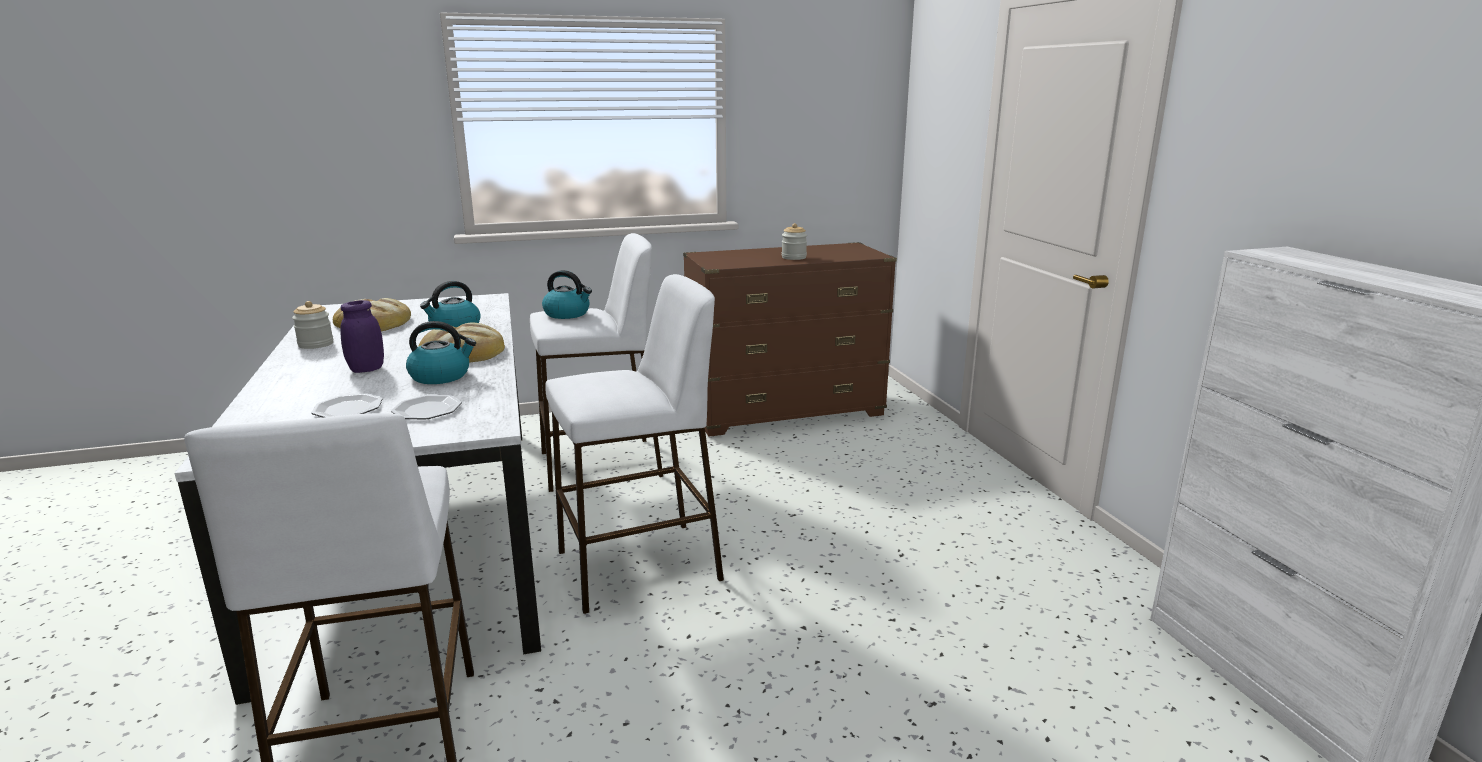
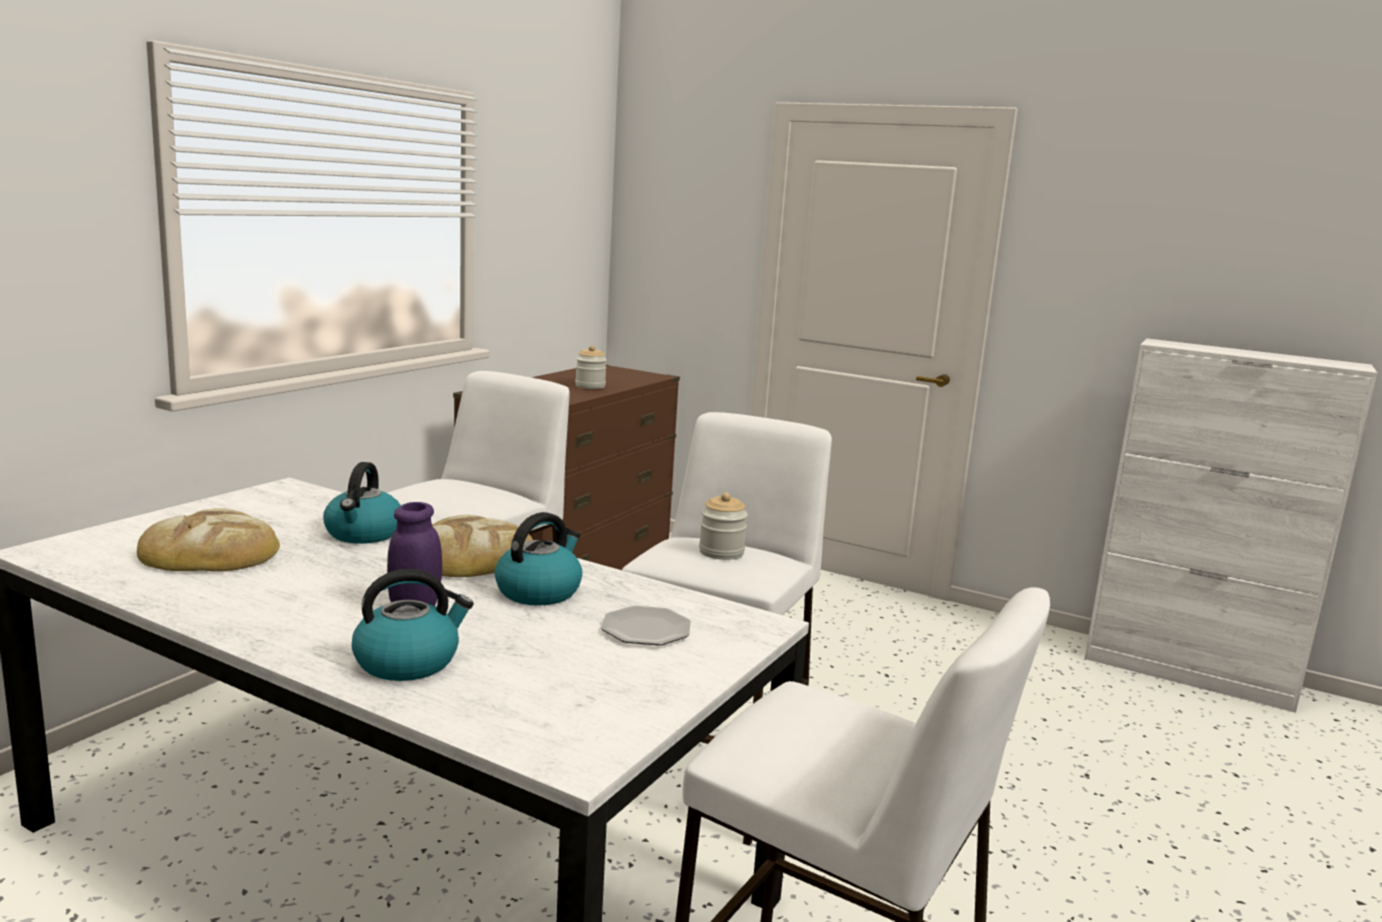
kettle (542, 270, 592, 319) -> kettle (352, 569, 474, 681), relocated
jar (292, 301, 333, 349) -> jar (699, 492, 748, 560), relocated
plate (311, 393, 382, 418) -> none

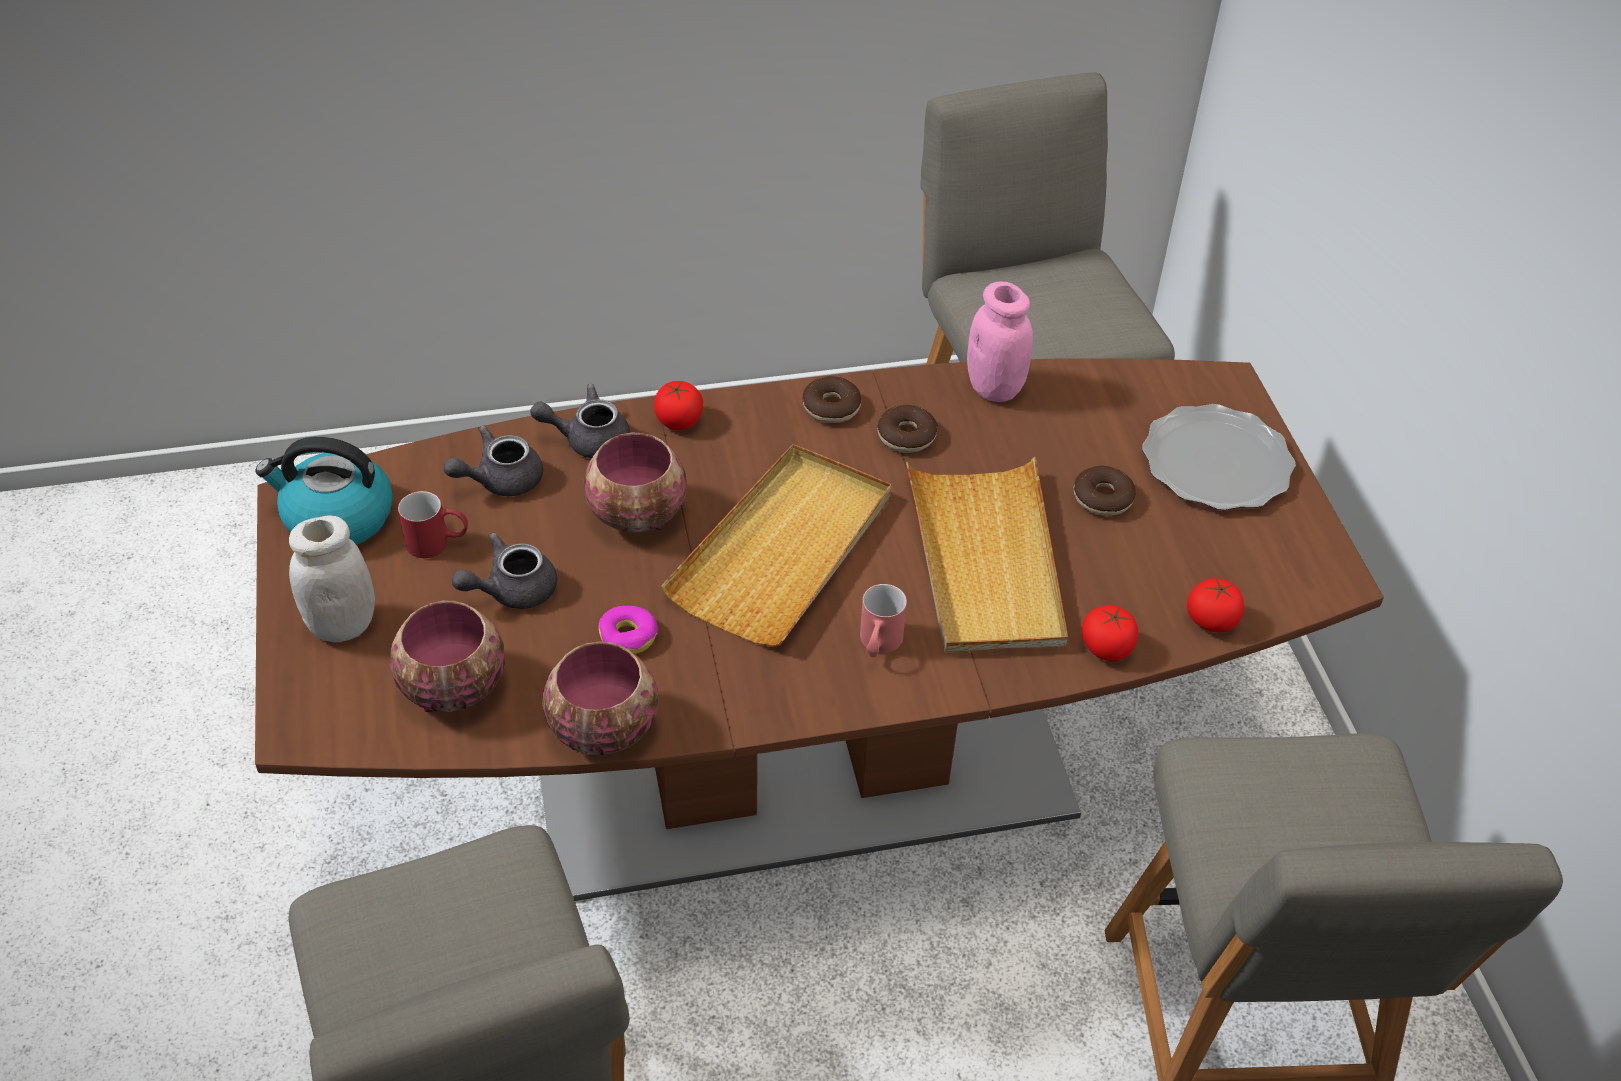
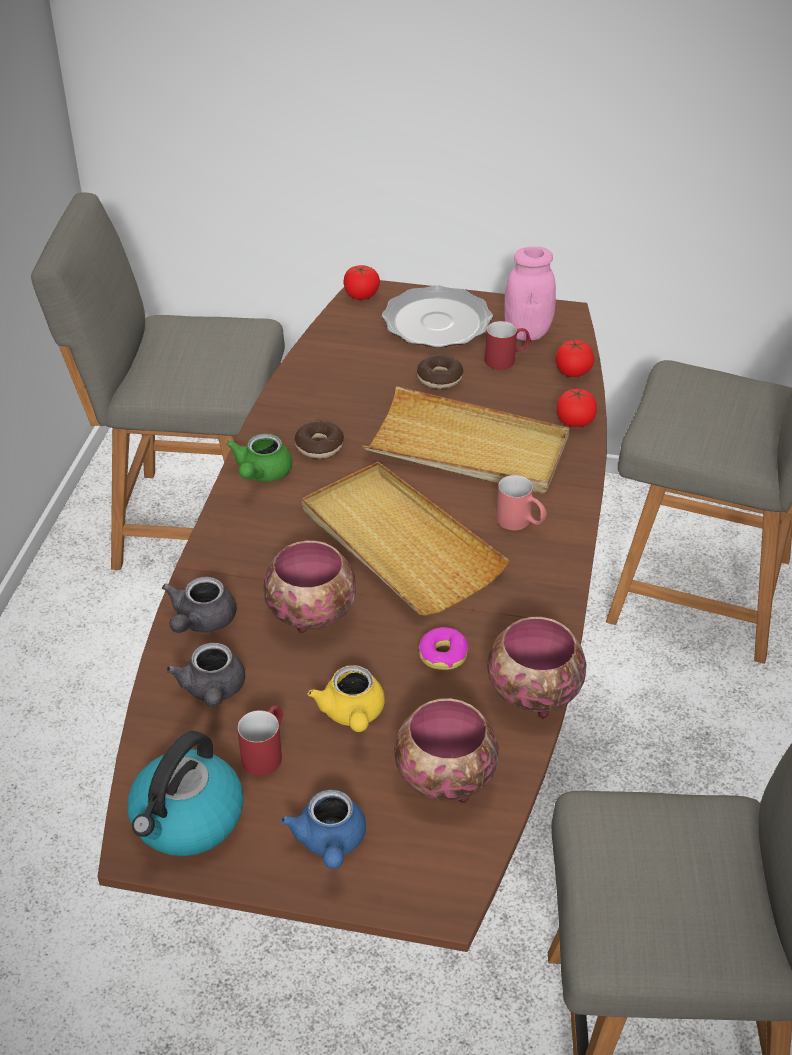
donut (803, 376, 861, 423) -> green teapot (226, 433, 292, 482)
white jar (289, 515, 375, 642) -> blue teapot (281, 790, 366, 869)
grey teapot (452, 532, 557, 609) -> yellow teapot (308, 665, 385, 732)
tomato (654, 381, 703, 430) -> tomato (344, 265, 380, 300), relocated
none -> red mug (485, 321, 531, 370)
pink jar (967, 282, 1033, 402) -> pink jar (504, 247, 556, 341), relocated

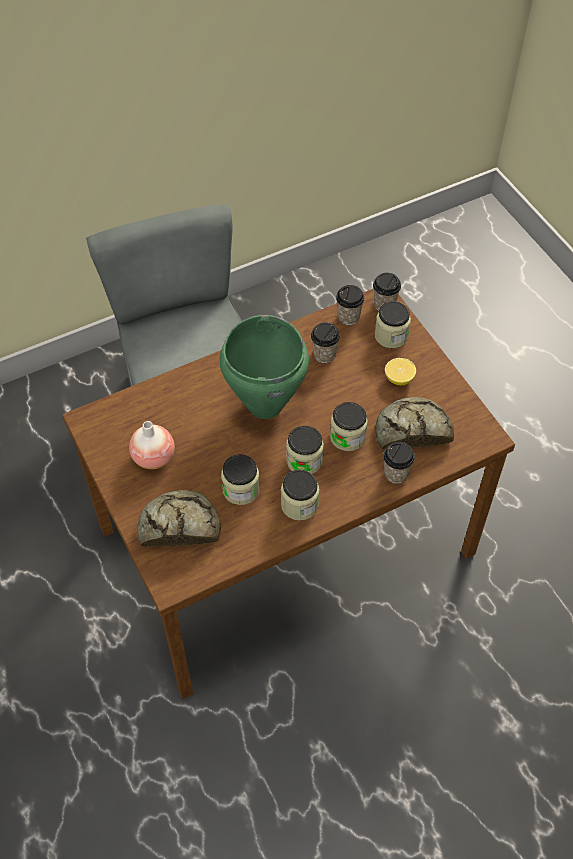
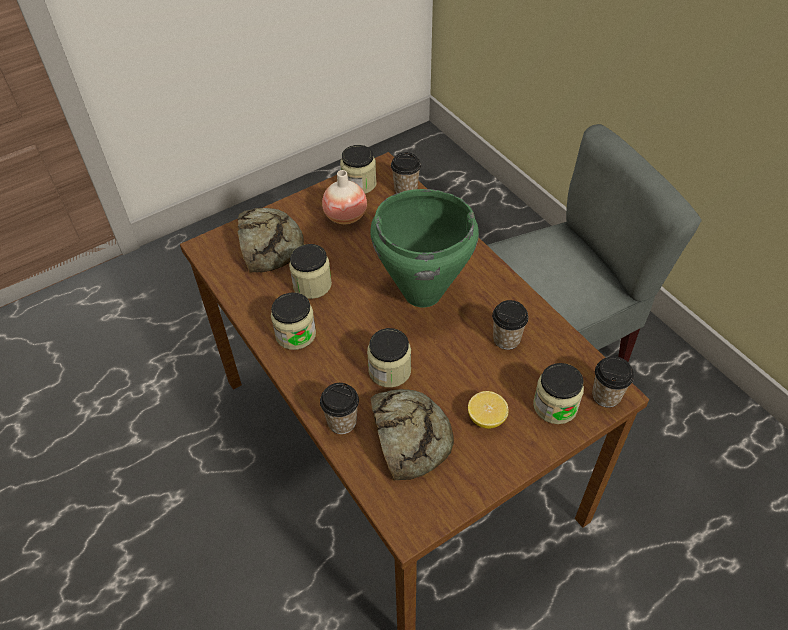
jar (286, 426, 324, 474) -> jar (340, 145, 377, 194), relocated
cup (336, 285, 365, 325) -> cup (391, 152, 421, 193), relocated

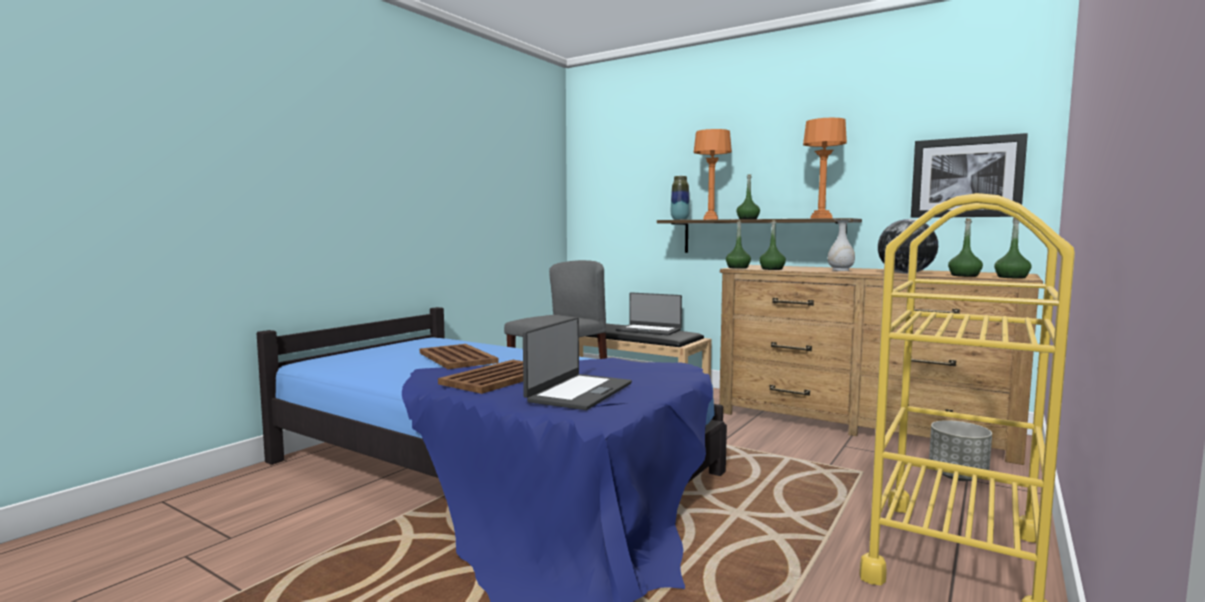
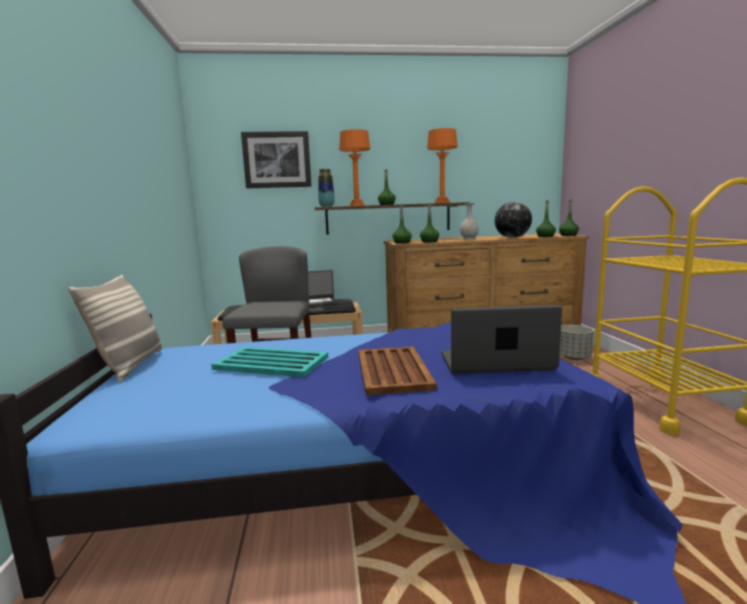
none -> pillow (68, 275, 162, 382)
brown tray (420, 344, 499, 369) -> turquoise tray (211, 347, 328, 378)
picture (911, 133, 1028, 218) -> picture (241, 131, 312, 188), relocated
laptop (523, 317, 632, 410) -> laptop (441, 305, 562, 374), 75 degrees counterclockwise

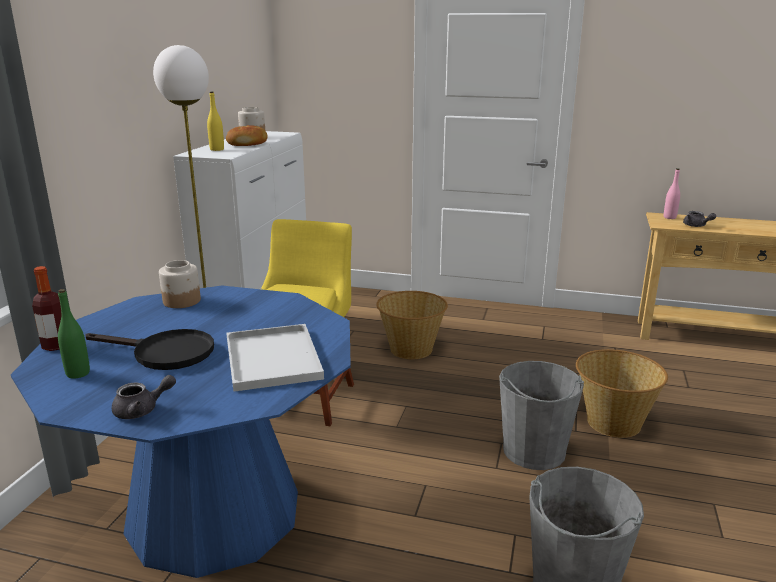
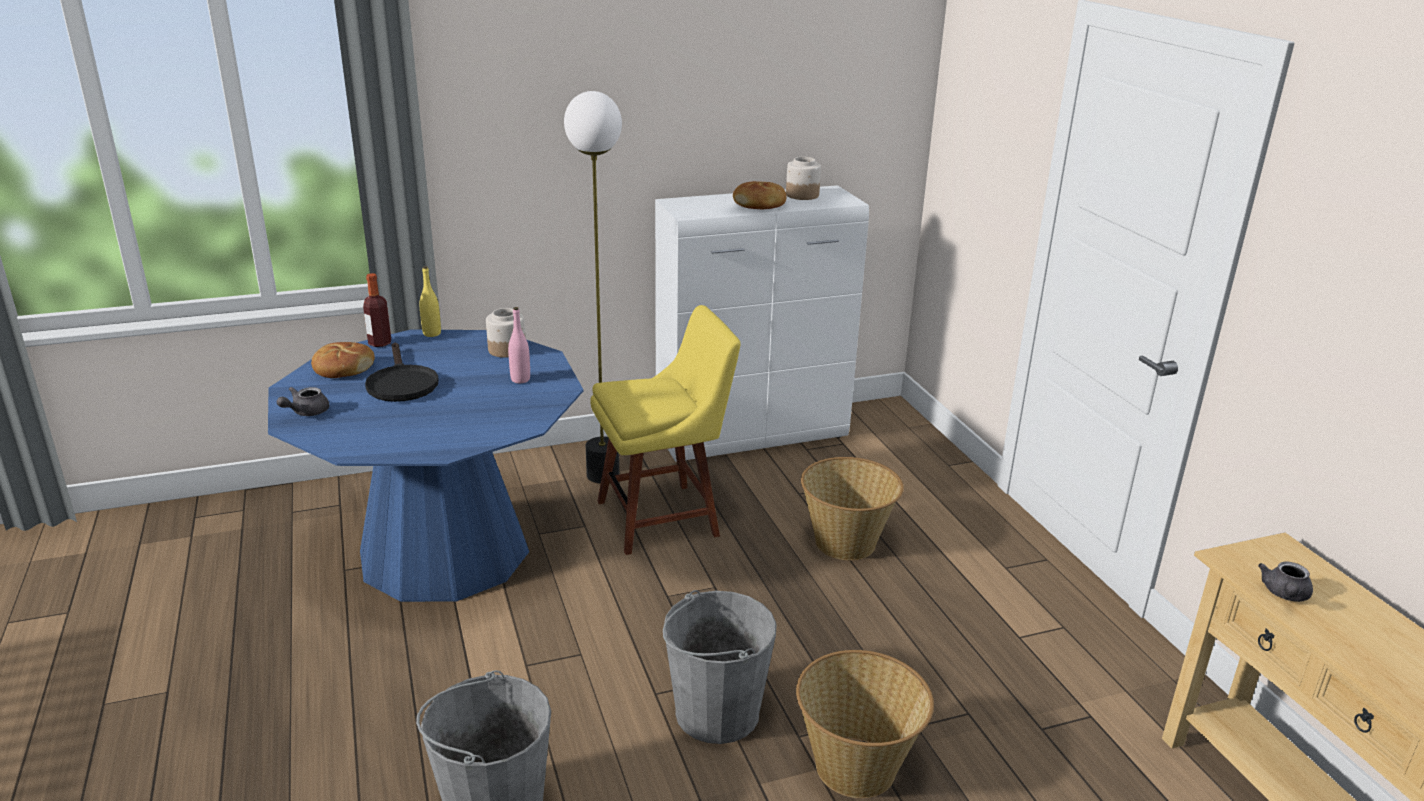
grey teapot (112, 375, 176, 419) -> grey teapot (277, 387, 329, 416), 90 degrees clockwise
green bottle (58, 289, 90, 379) -> bread (311, 342, 375, 378)
yellow bottle (207, 92, 224, 151) -> yellow bottle (419, 266, 441, 337), relocated
pink bottle (664, 168, 680, 219) -> pink bottle (508, 307, 530, 383), relocated
white tray (226, 324, 324, 392) -> none

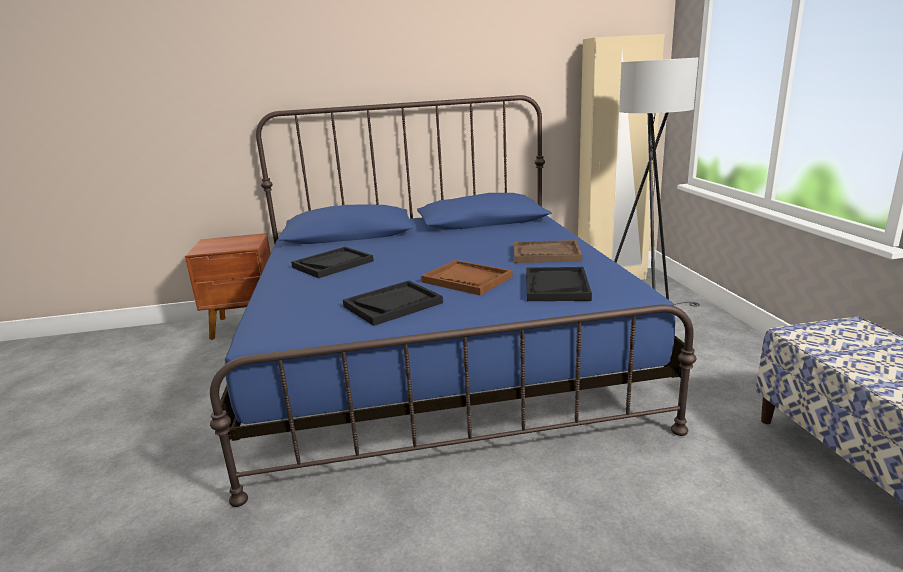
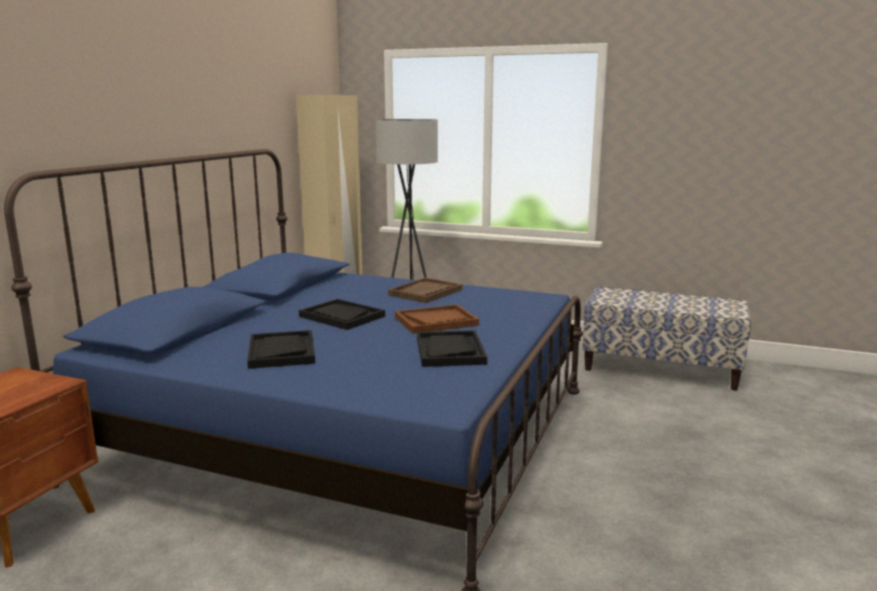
black tray (526, 267, 592, 301) -> black tray (299, 299, 385, 330), relocated

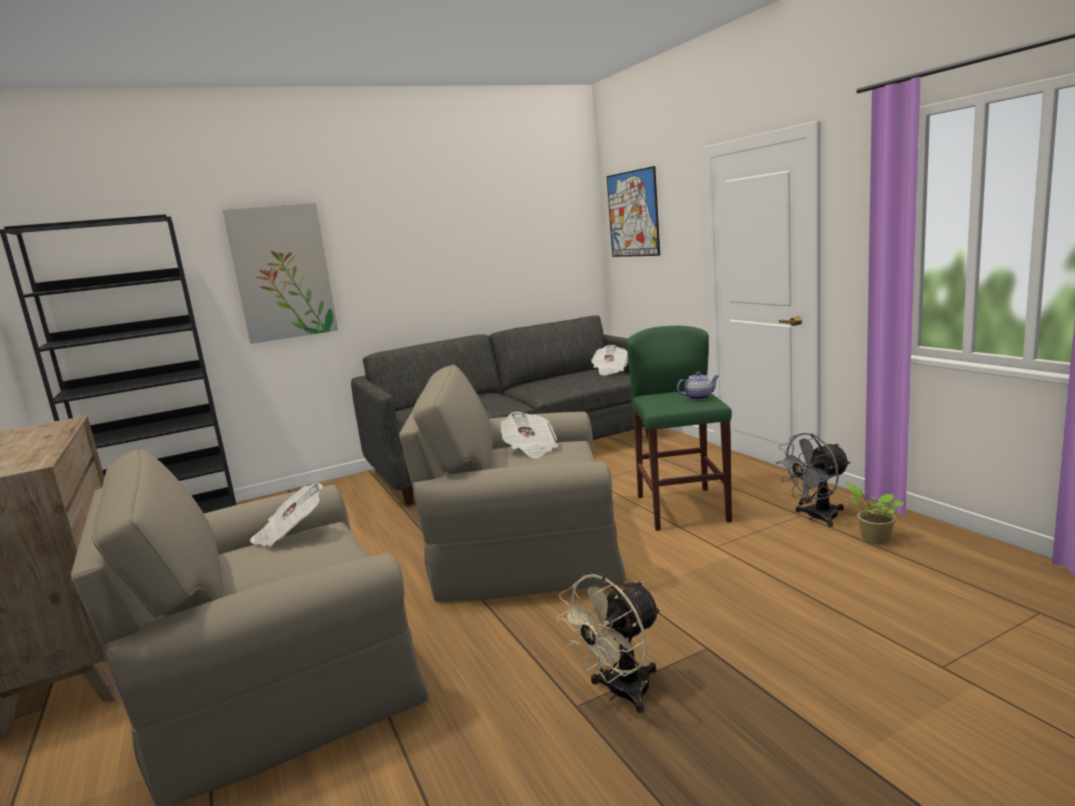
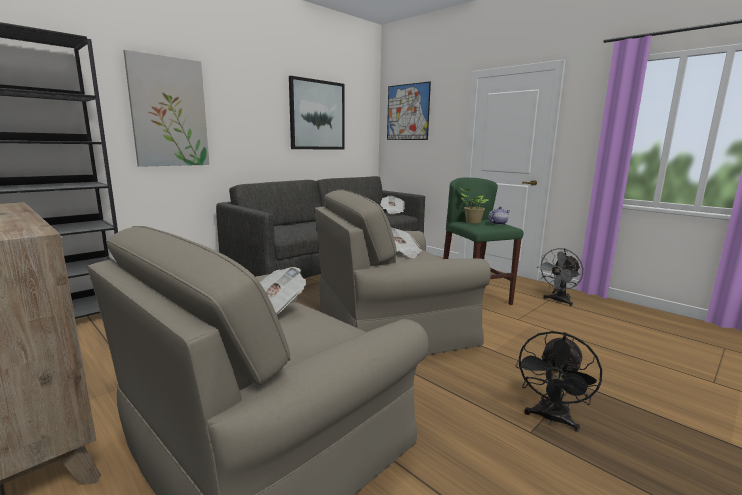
none -> picture (289, 76, 345, 150)
potted plant (844, 481, 904, 544) -> potted plant (458, 187, 489, 224), relocated
beige fan (557, 574, 661, 713) -> black fan (516, 331, 602, 432)

